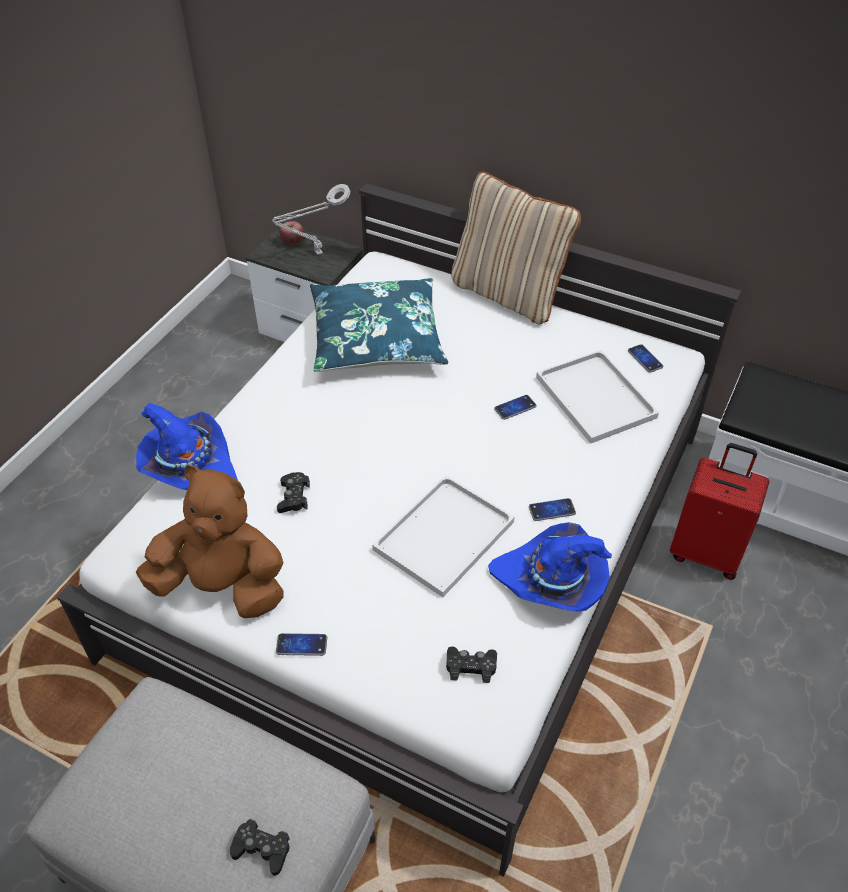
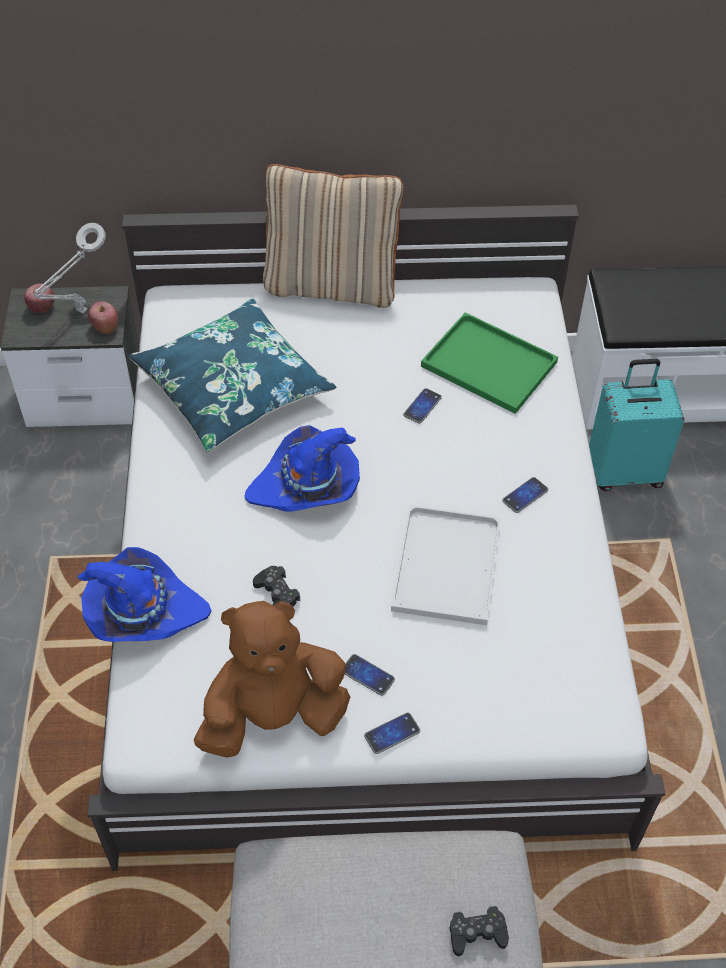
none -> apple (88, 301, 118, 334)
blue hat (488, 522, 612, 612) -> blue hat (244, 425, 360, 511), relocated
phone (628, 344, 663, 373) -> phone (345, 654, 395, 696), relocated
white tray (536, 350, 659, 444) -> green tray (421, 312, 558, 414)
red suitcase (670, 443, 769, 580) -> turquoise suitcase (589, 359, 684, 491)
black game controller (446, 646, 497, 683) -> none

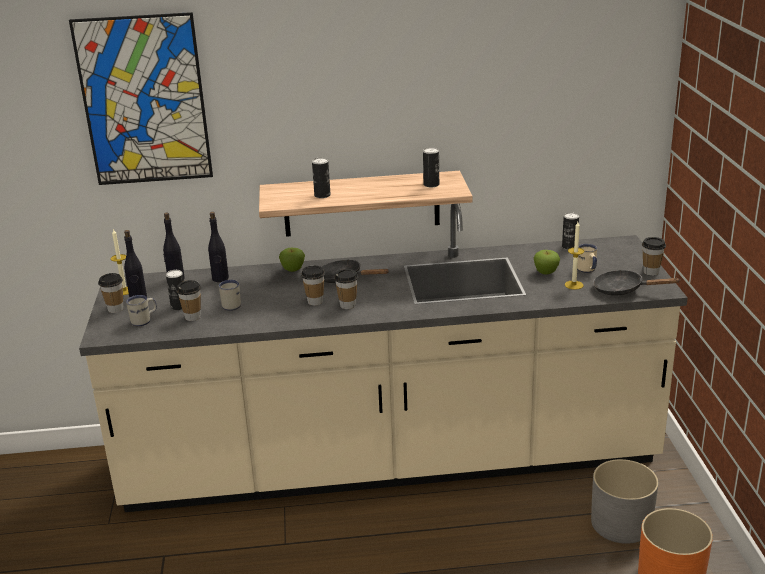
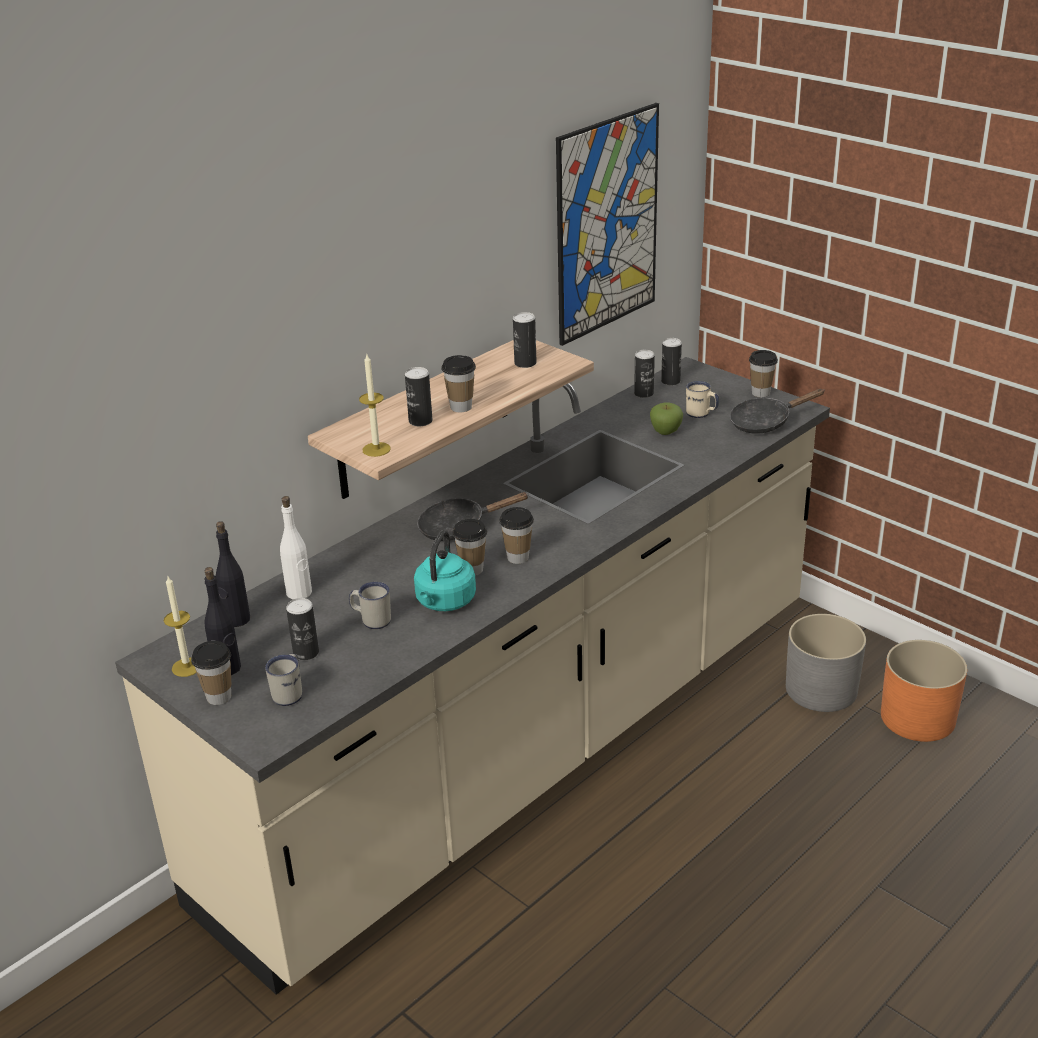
black bottle (208, 212, 229, 282) -> white bottle (280, 496, 312, 599)
candle (565, 222, 584, 290) -> candle (359, 354, 391, 457), relocated
none -> turquoise kettle (414, 530, 476, 611)
cup (176, 280, 201, 321) -> cup (441, 355, 476, 412), relocated
picture (69, 12, 213, 185) -> picture (556, 103, 659, 346), relocated
none -> can (661, 338, 682, 386)
apple (279, 248, 305, 272) -> none

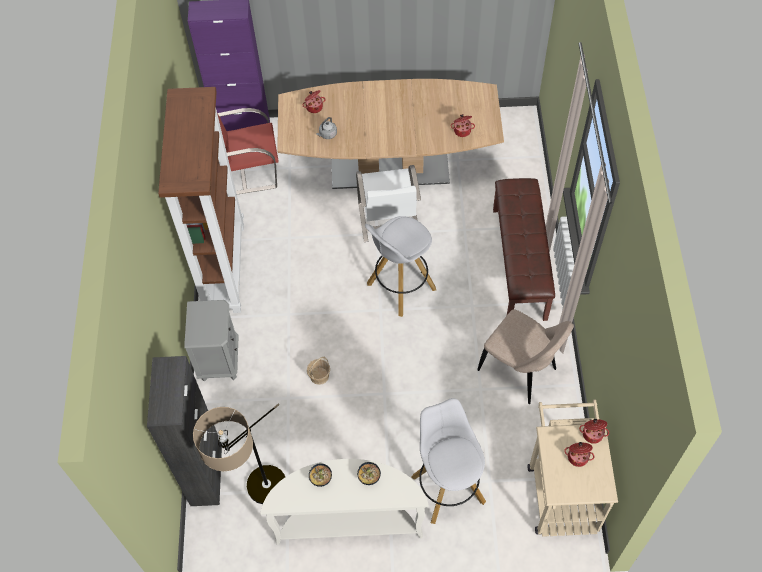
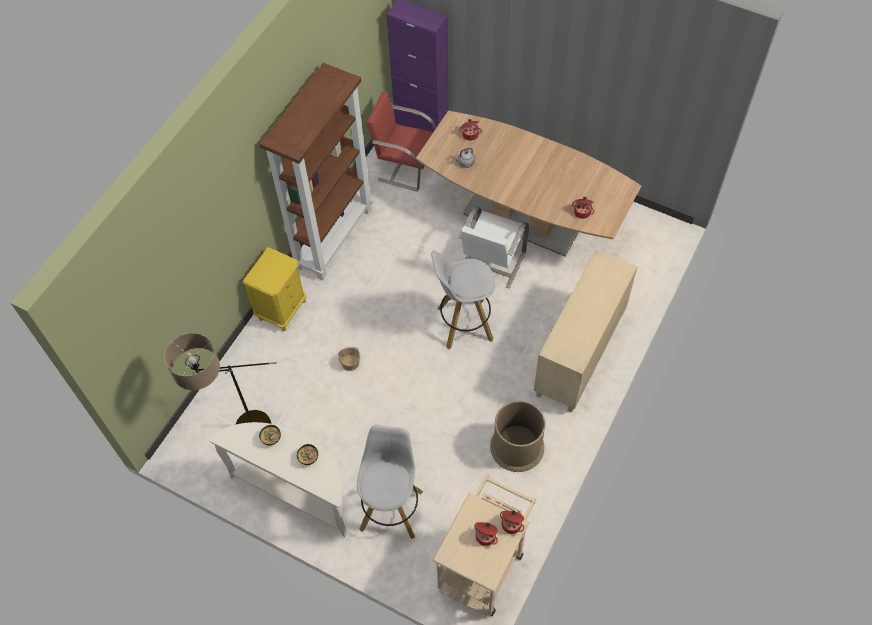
grey nightstand (184, 300, 239, 382) -> yellow nightstand (243, 247, 306, 332)
beige chair (477, 309, 574, 404) -> brown trash can (490, 400, 545, 472)
brown bench (493, 178, 555, 321) -> beige cabinet (534, 250, 638, 412)
black cabinet (147, 356, 222, 506) -> none

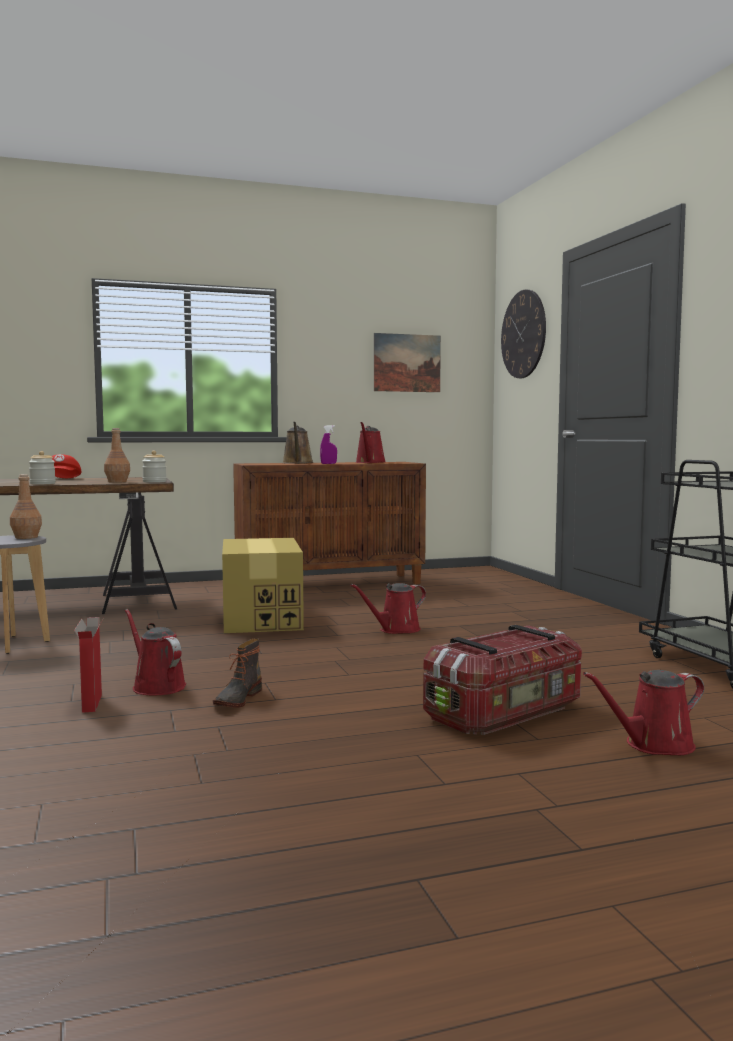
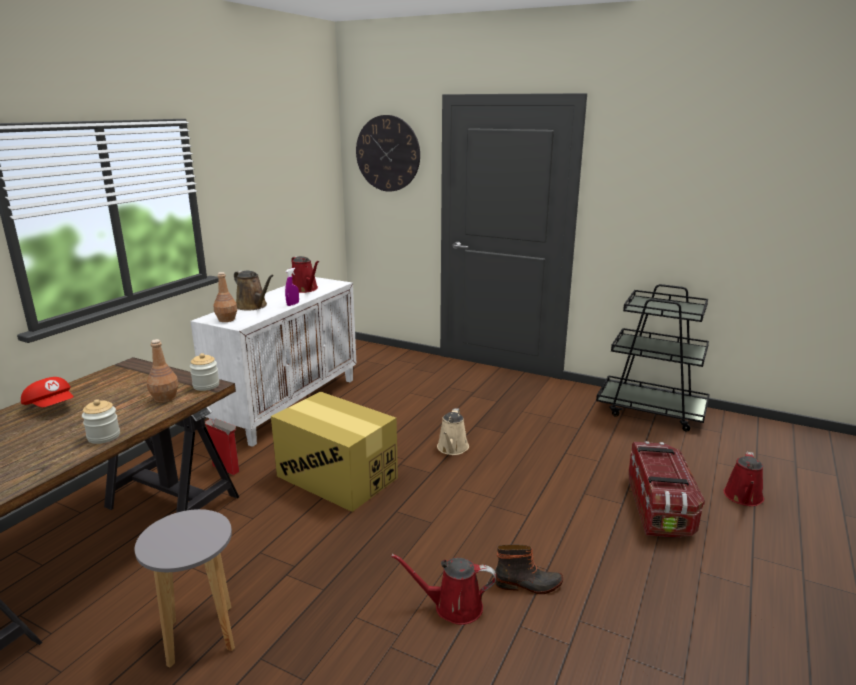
brown cabinet (233, 462, 426, 584) -> white cabinet (190, 277, 356, 447)
cardboard box (74, 617, 103, 713) -> cardboard box (205, 418, 239, 475), relocated
brown bottle (10, 474, 42, 539) -> brown bottle (213, 272, 237, 322), relocated
red watering can (350, 583, 426, 634) -> beige watering can (437, 408, 469, 455)
boot (213, 639, 262, 708) -> boot (496, 545, 563, 594), 60 degrees counterclockwise
picture (374, 333, 441, 392) -> none

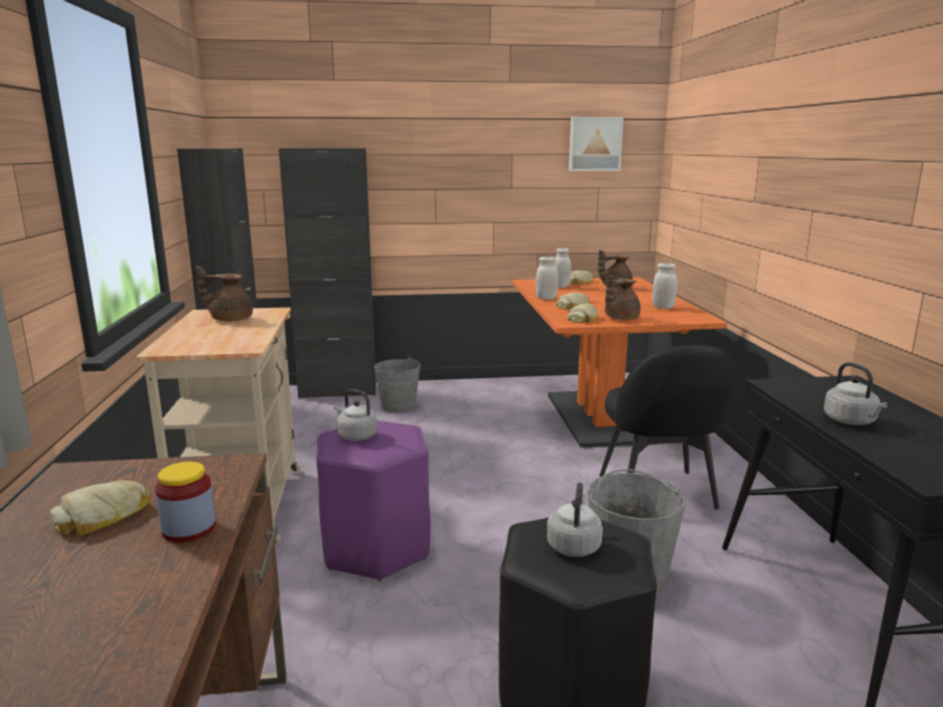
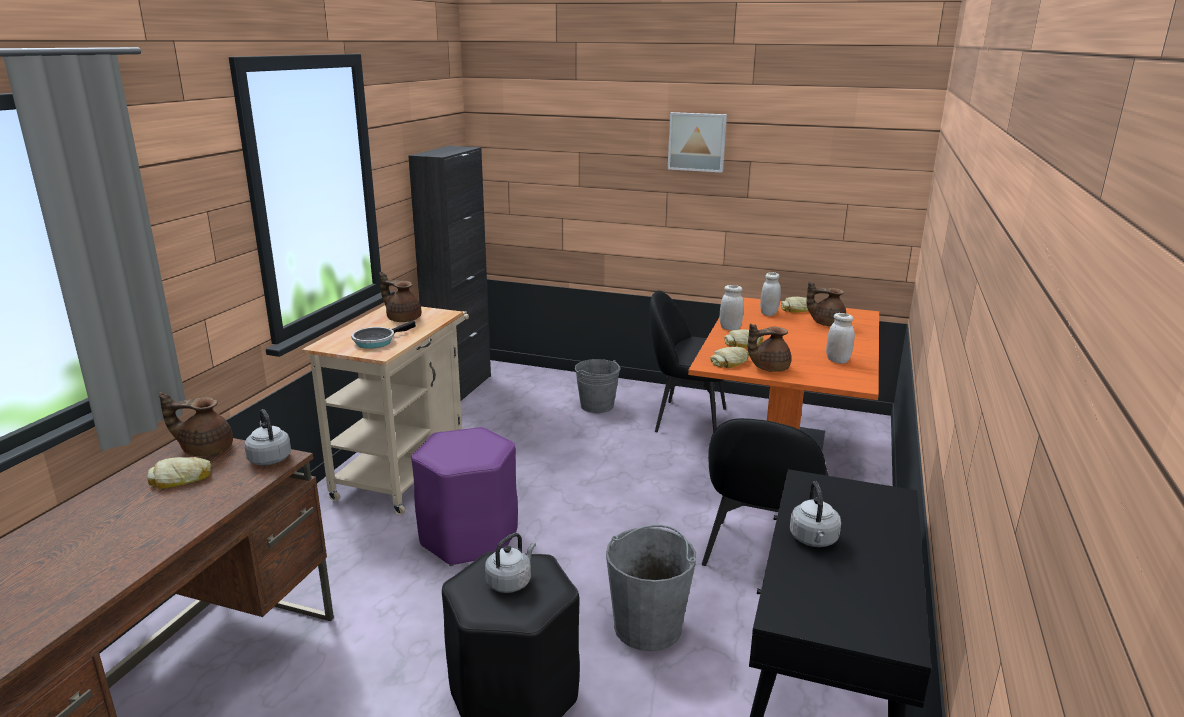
none -> brown teapot (159, 392, 233, 456)
grey kettle (334, 389, 378, 441) -> grey kettle (244, 409, 291, 466), relocated
none -> frying pan (351, 320, 416, 349)
none -> black chair (649, 291, 726, 433)
picture (569, 117, 624, 171) -> picture (668, 112, 727, 173), relocated
jar (155, 462, 216, 543) -> none
black cabinet (279, 148, 376, 399) -> none

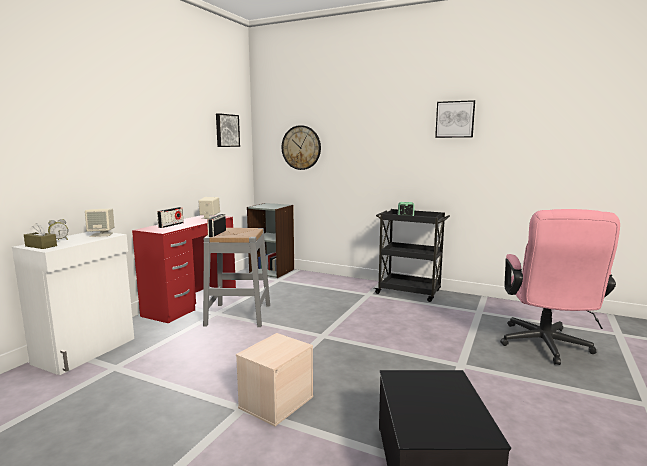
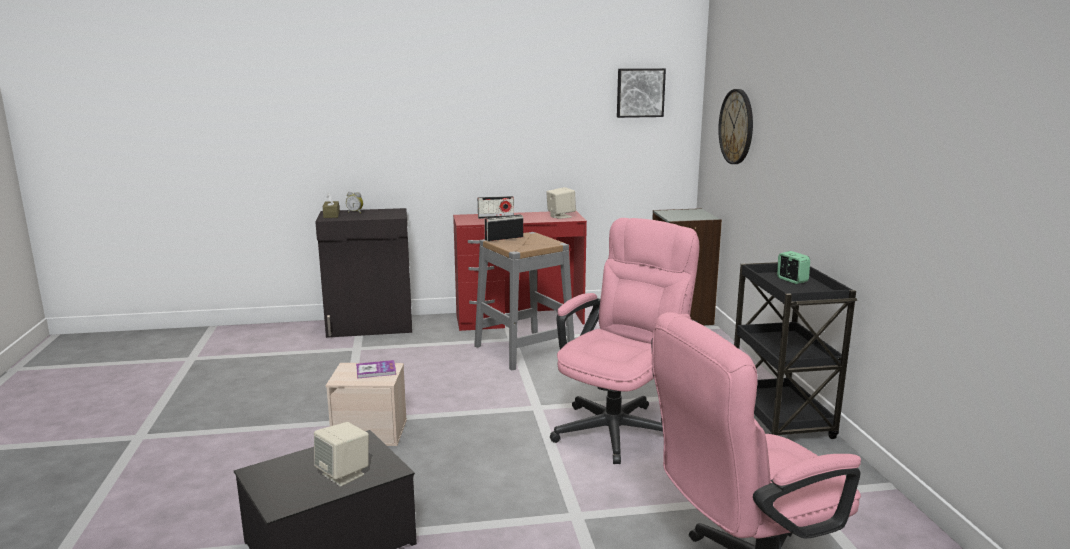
beige speaker (85, 208, 114, 237) -> beige speaker (314, 422, 369, 487), relocated
white cabinet (12, 231, 134, 375) -> black cabinet (315, 208, 412, 338)
none -> book (356, 360, 396, 379)
none -> pink office chair (550, 218, 700, 464)
picture (435, 100, 475, 138) -> none

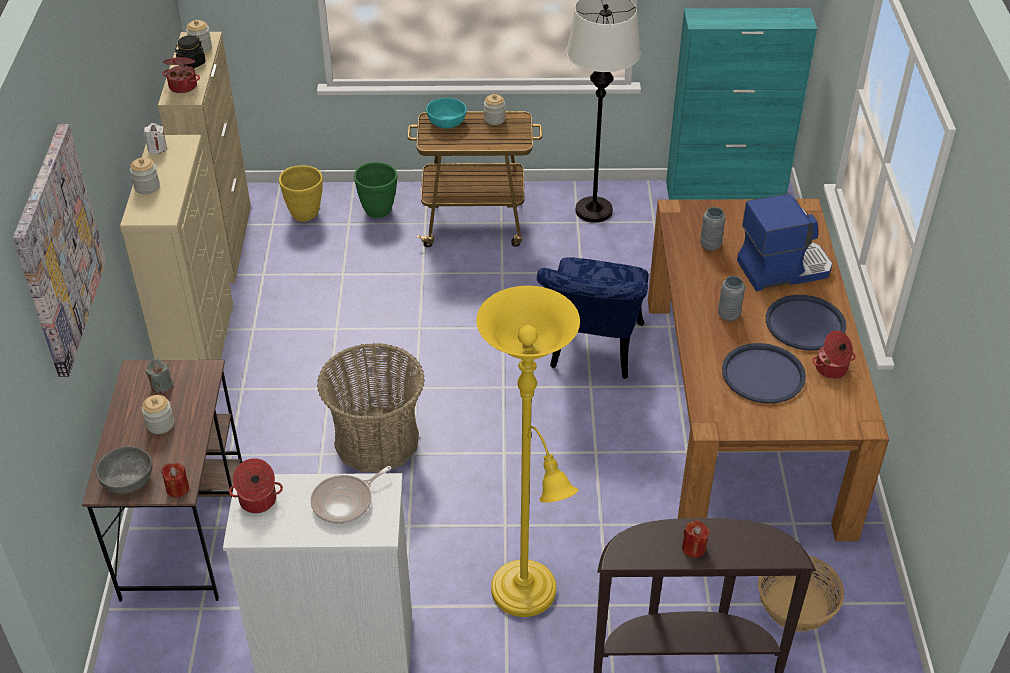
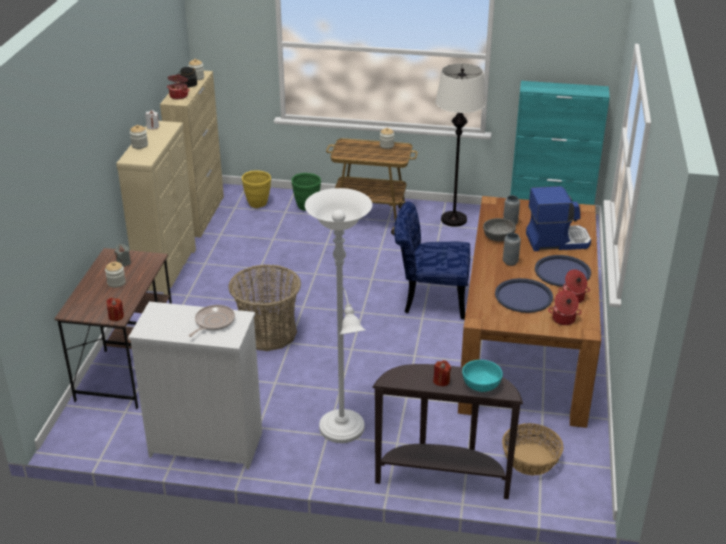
frying pan (311, 466, 391, 524) -> frying pan (189, 305, 235, 337), 150 degrees clockwise
yellow floor lamp (476, 286, 580, 617) -> white floor lamp (305, 188, 372, 443)
blue chair (537, 257, 648, 379) -> blue chair (394, 202, 470, 320), 75 degrees clockwise
turquoise bowl (426, 98, 467, 129) -> turquoise bowl (462, 360, 503, 392), relocated
grey bowl (96, 446, 152, 494) -> grey bowl (483, 218, 516, 241), relocated
cooking pot (229, 458, 283, 513) -> cooking pot (548, 290, 582, 325), relocated
picture (13, 124, 106, 377) -> none

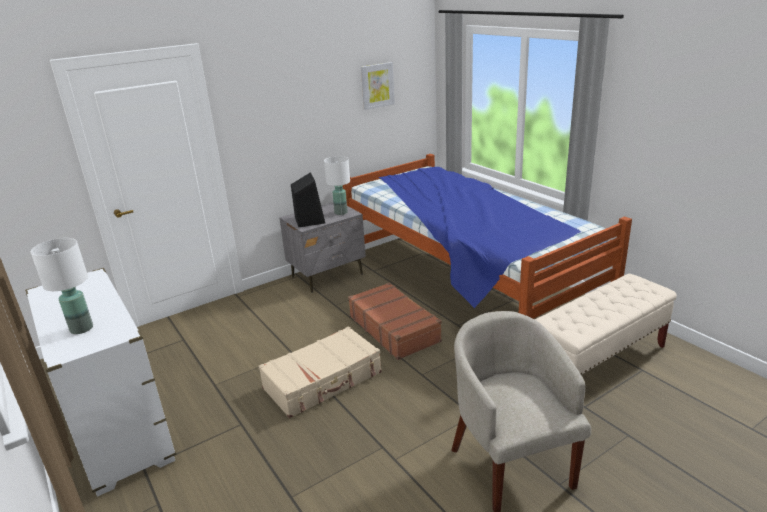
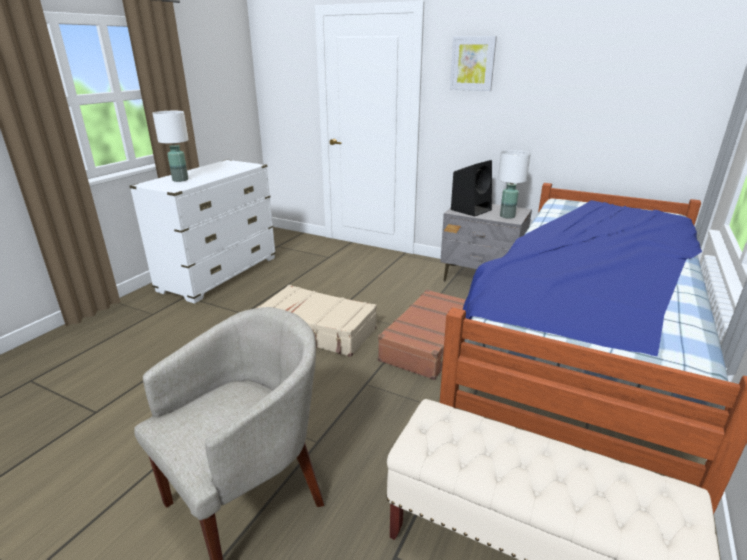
picture (361, 62, 395, 110) -> picture (450, 36, 497, 91), relocated

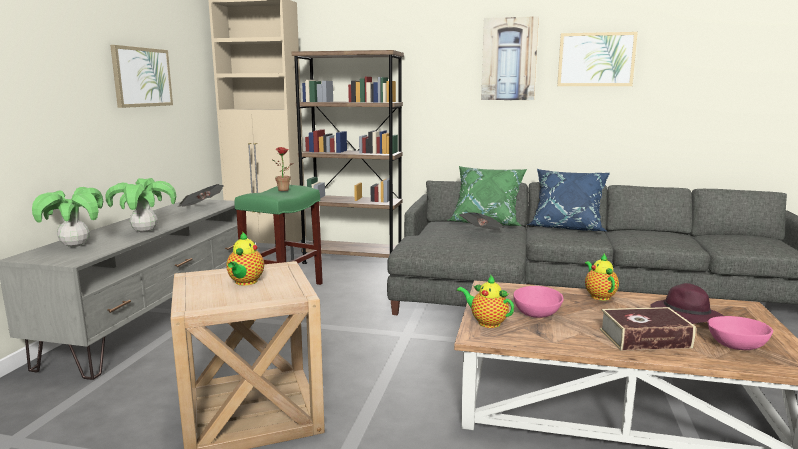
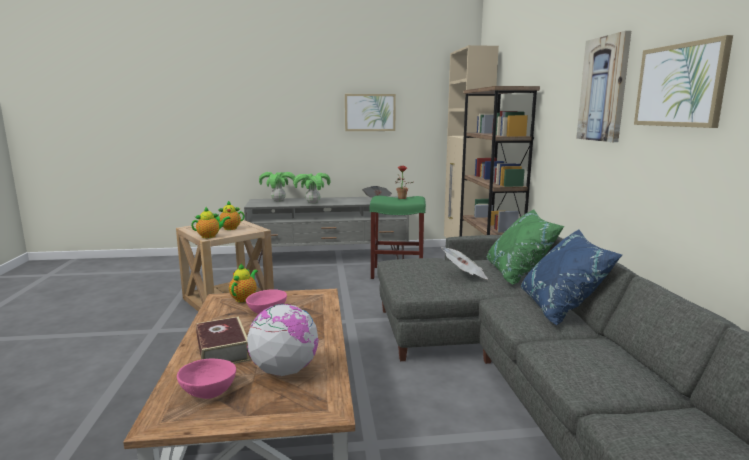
teapot (585, 254, 619, 301) -> teapot (191, 207, 231, 238), relocated
purple hat (650, 283, 723, 324) -> globe (247, 304, 318, 376)

